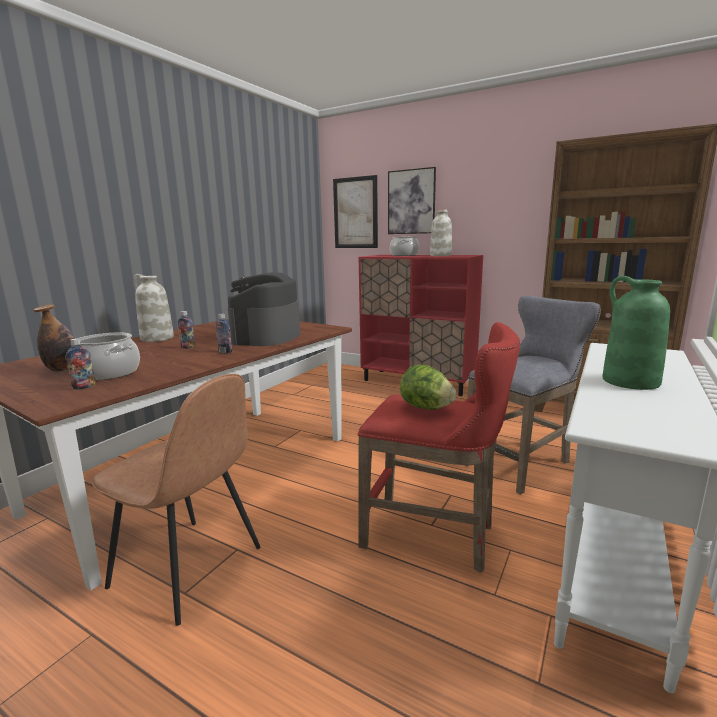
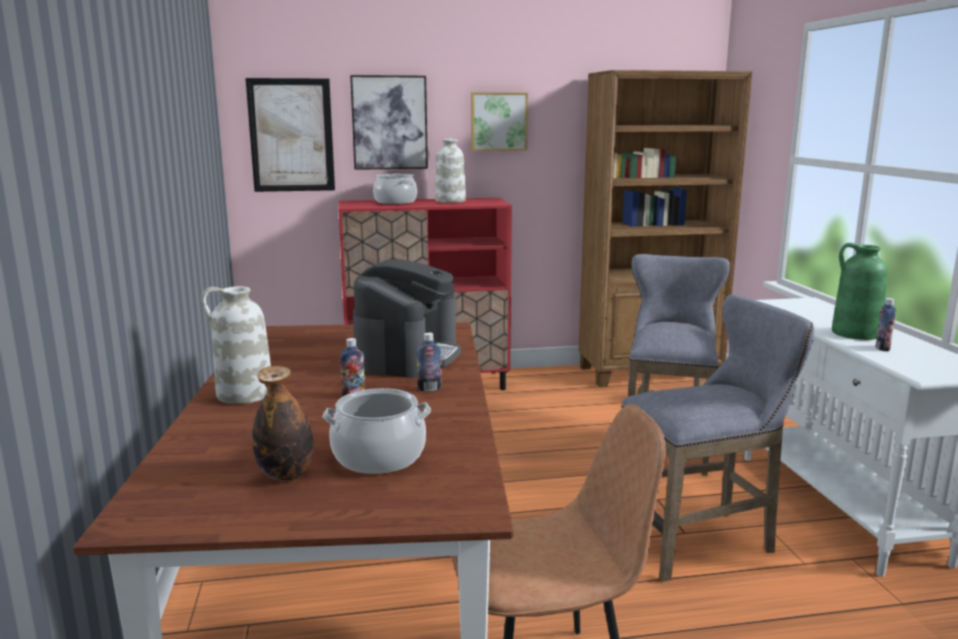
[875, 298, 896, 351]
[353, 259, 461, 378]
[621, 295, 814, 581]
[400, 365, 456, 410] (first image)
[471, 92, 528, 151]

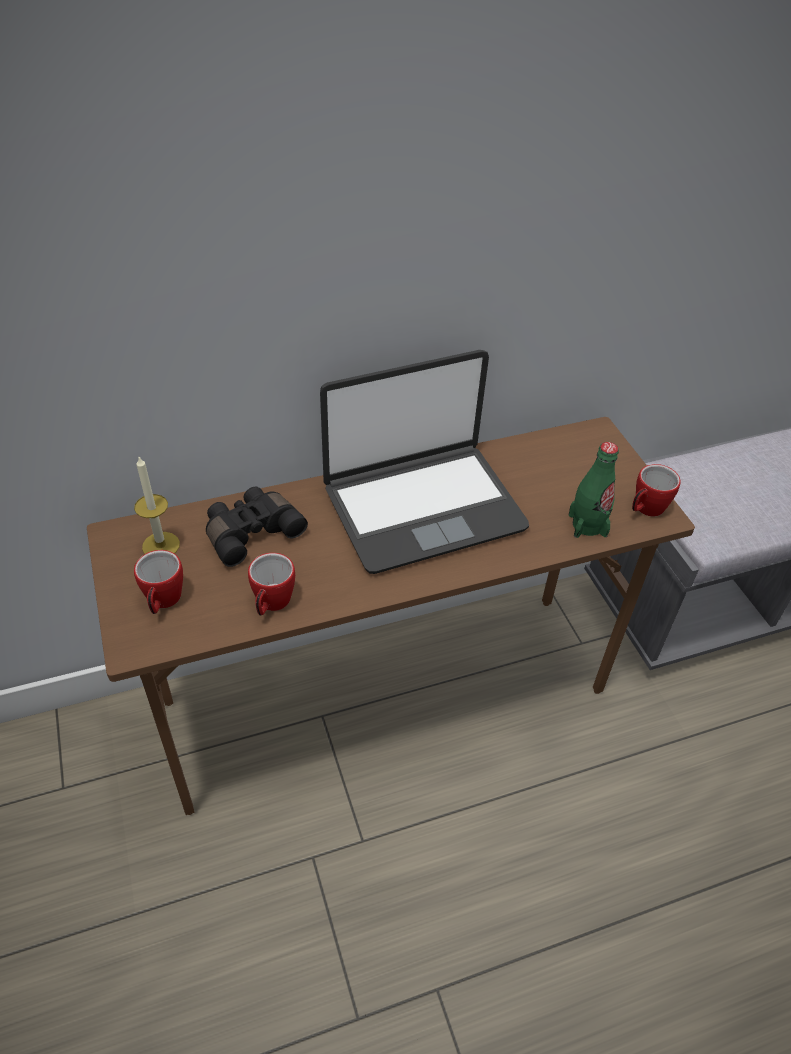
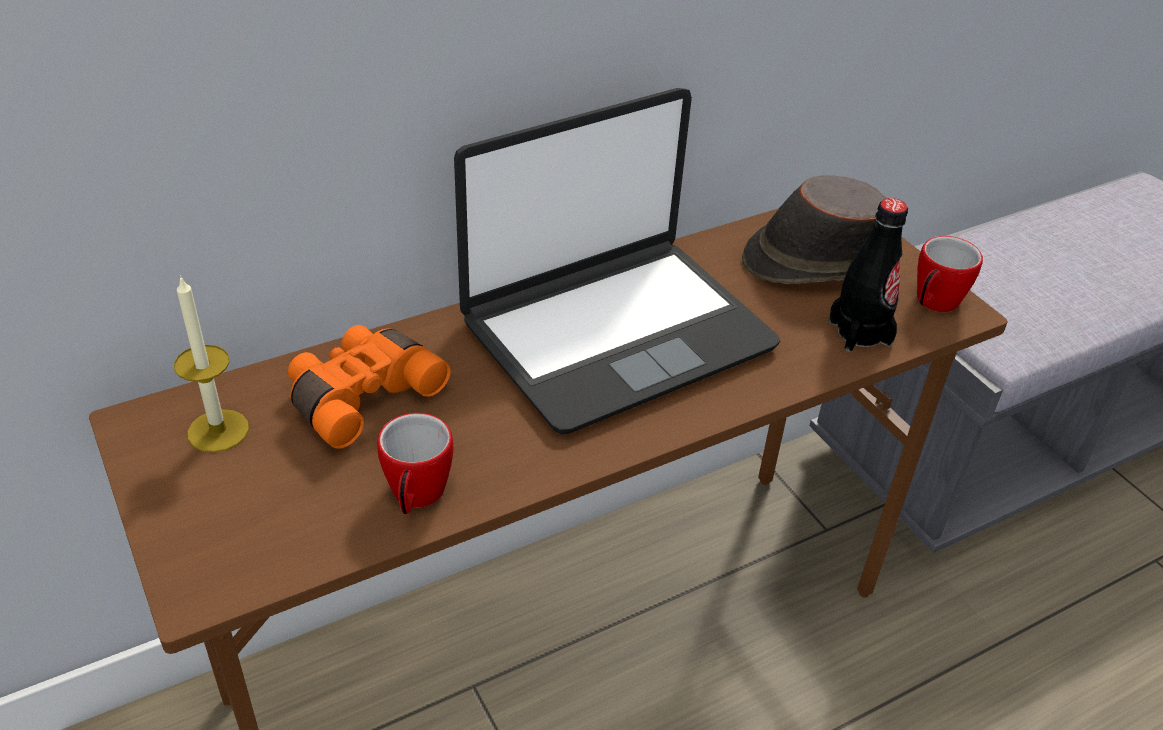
[134, 550, 183, 614] (first image)
[288, 325, 450, 449]
[828, 198, 908, 352]
[742, 175, 887, 284]

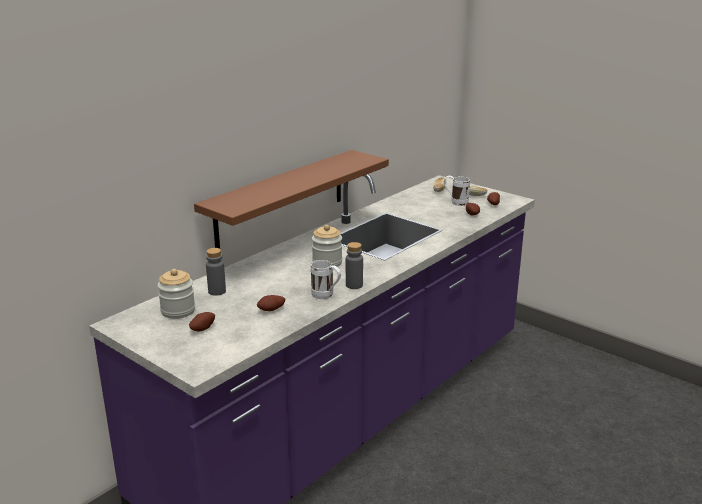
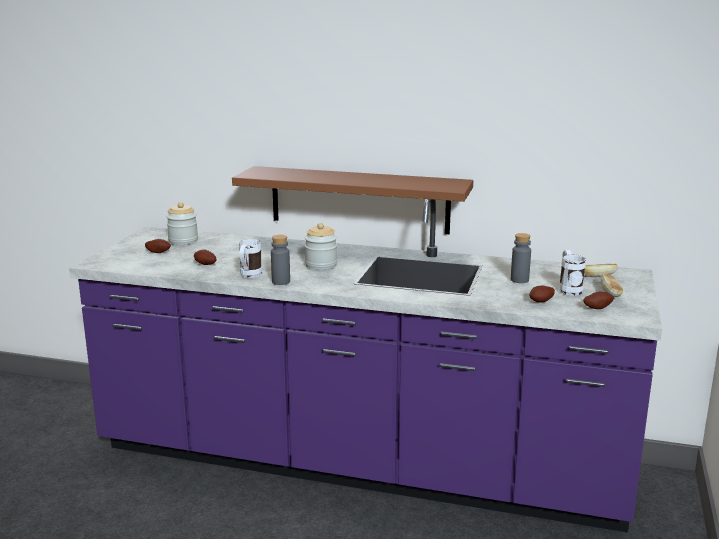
[511, 233, 531, 283]

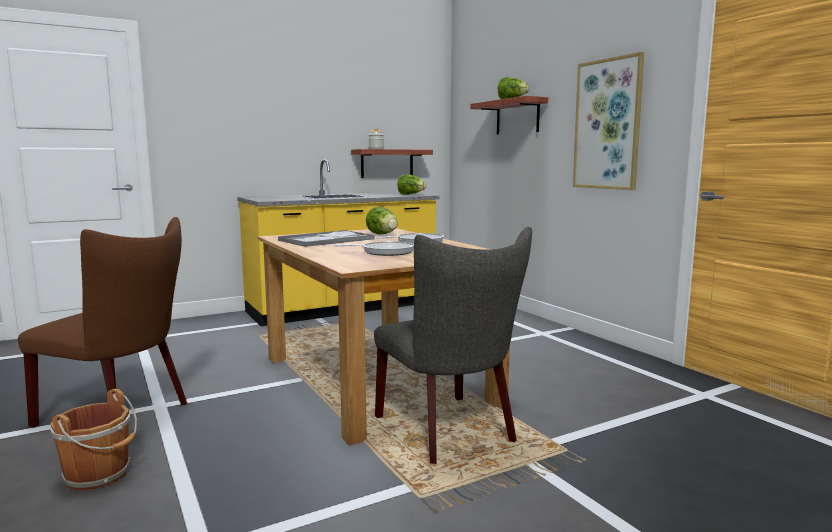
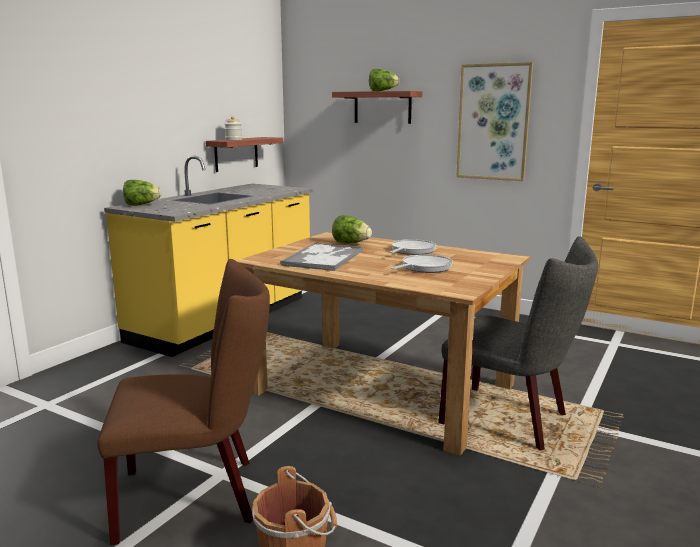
[123, 180, 162, 206]

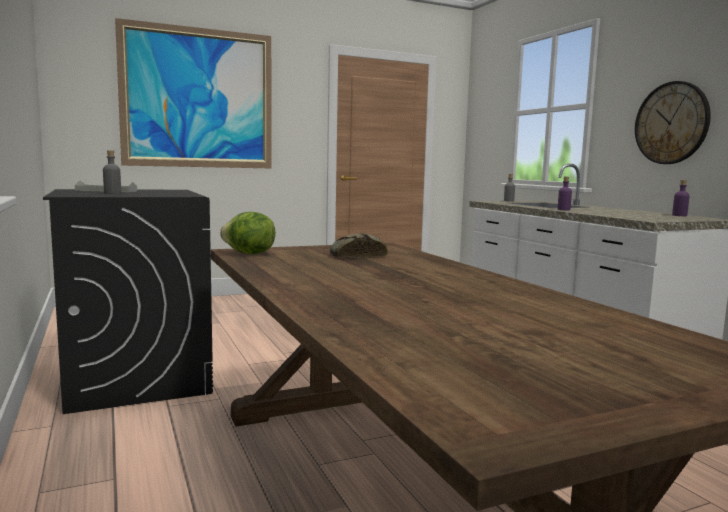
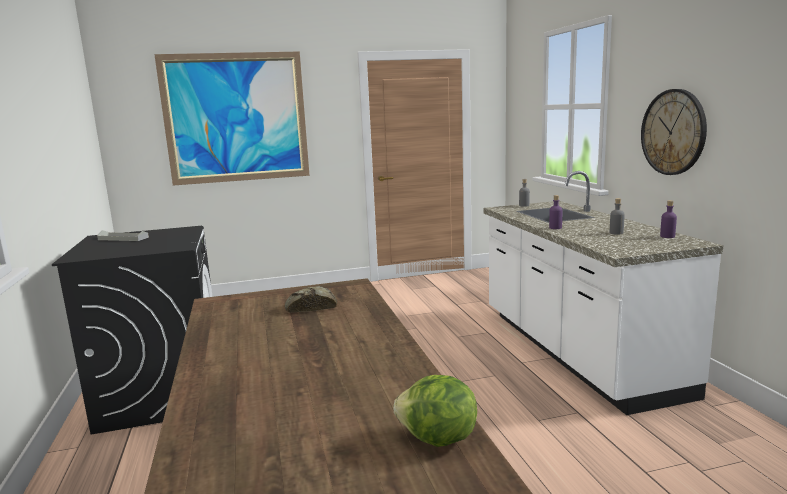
[610, 198, 625, 235]
[394, 375, 477, 447]

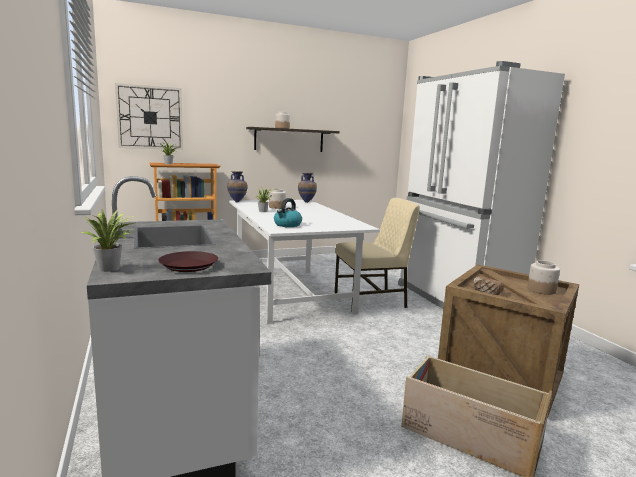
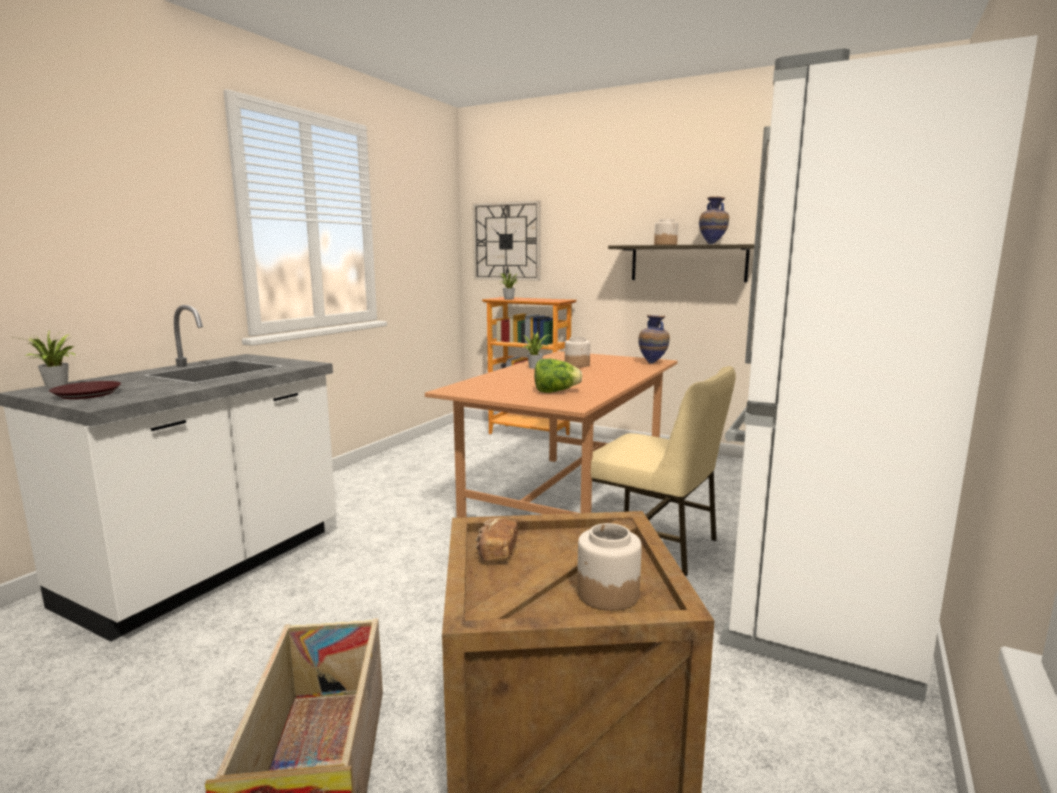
[699, 196, 729, 245]
[425, 351, 678, 518]
[274, 198, 302, 227] (first image)
[534, 359, 582, 393]

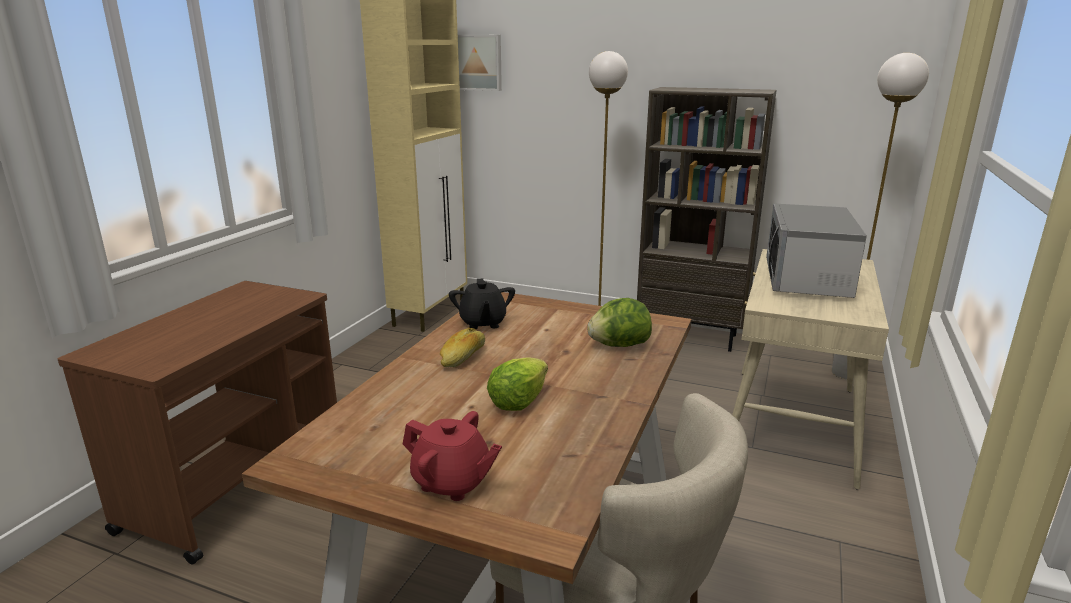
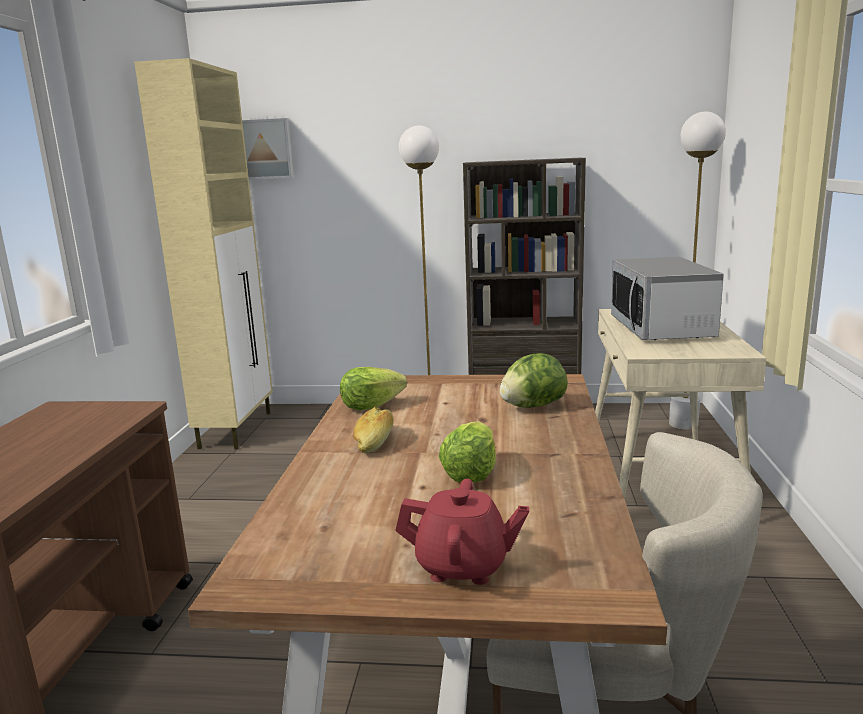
[340, 367, 407, 410]

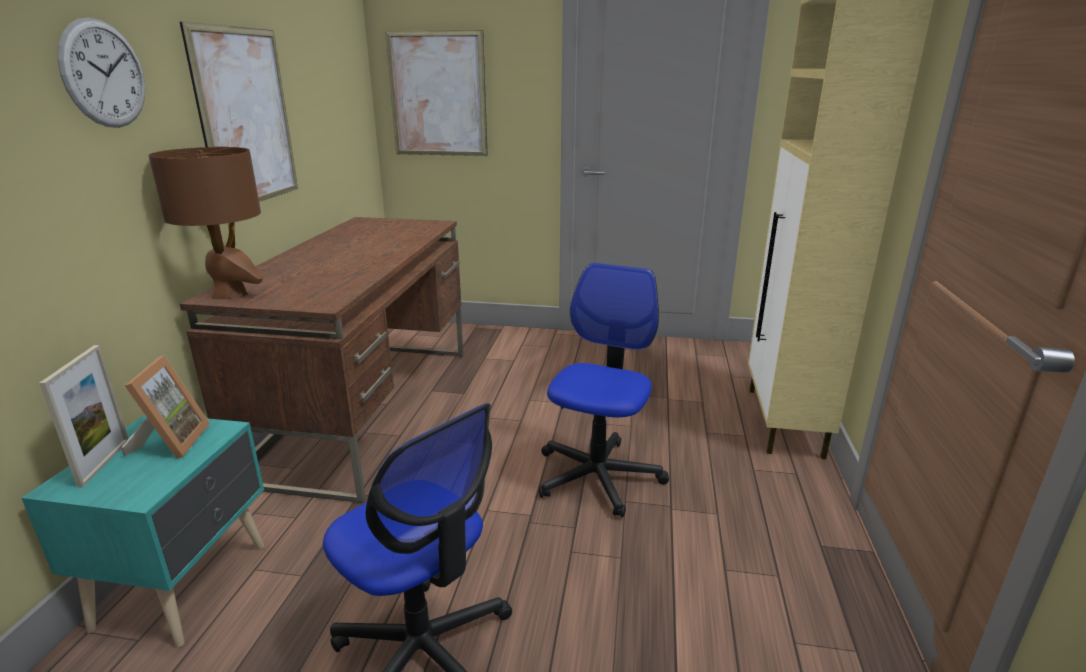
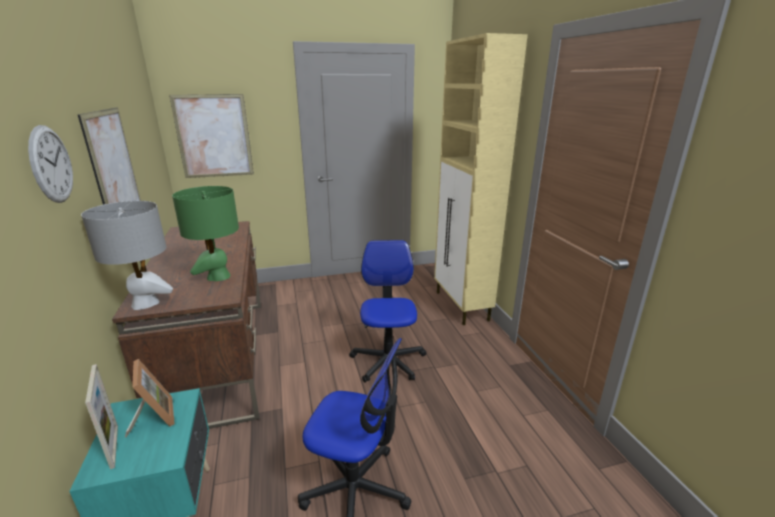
[81, 201, 173, 310]
[172, 186, 239, 281]

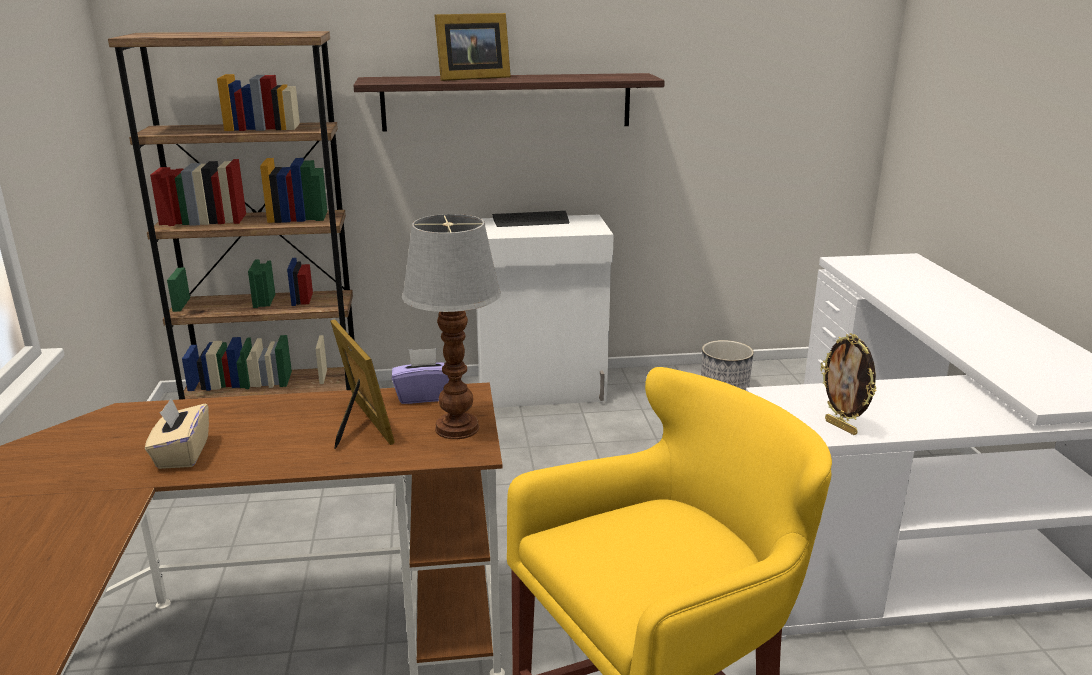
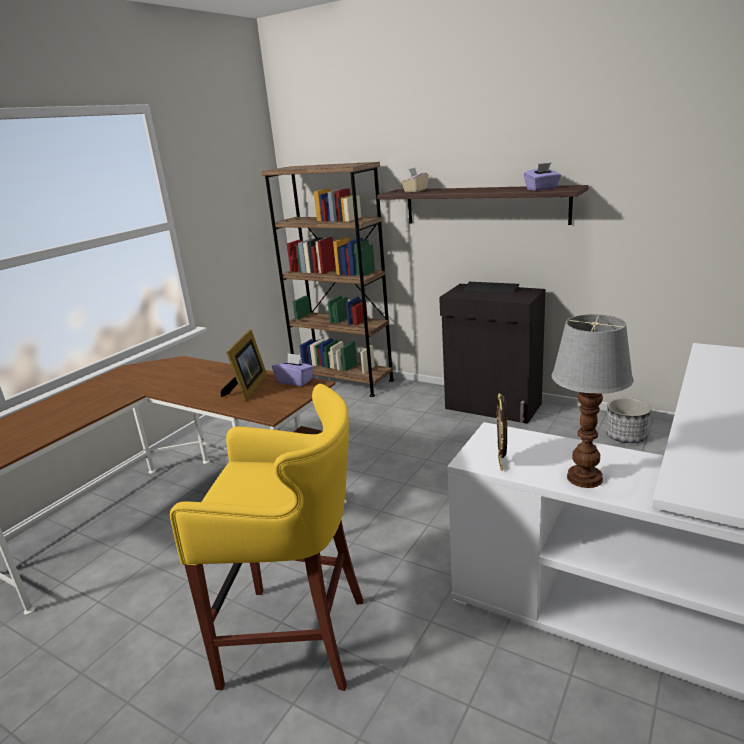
[401, 168, 429, 192]
[552, 314, 634, 488]
[434, 13, 511, 81] (first image)
[439, 284, 546, 424]
[524, 163, 561, 191]

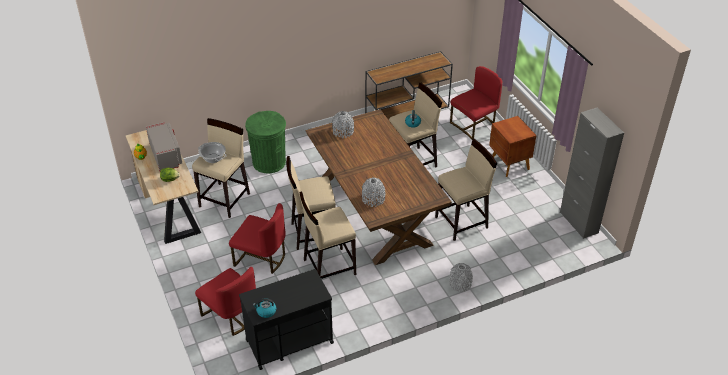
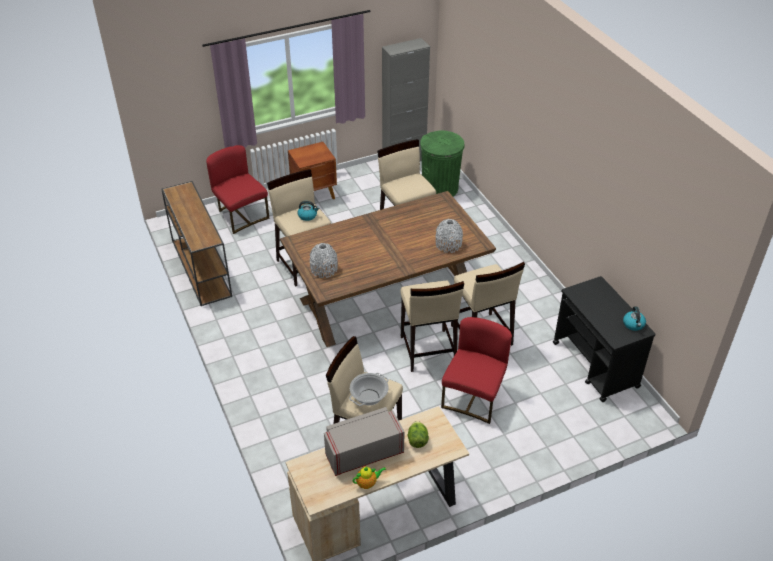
[195, 267, 256, 336] (first image)
[420, 131, 465, 196]
[449, 263, 473, 292] (first image)

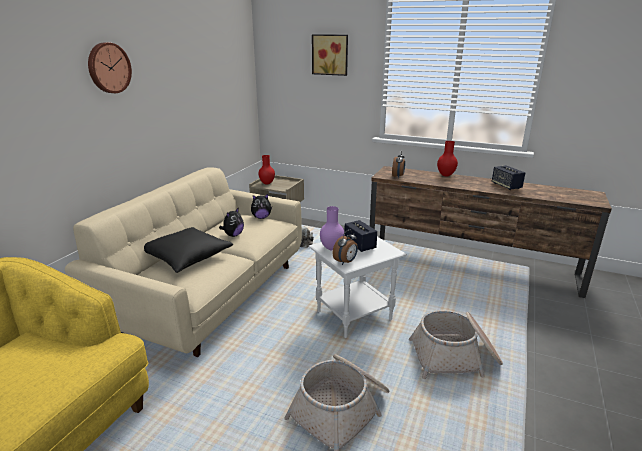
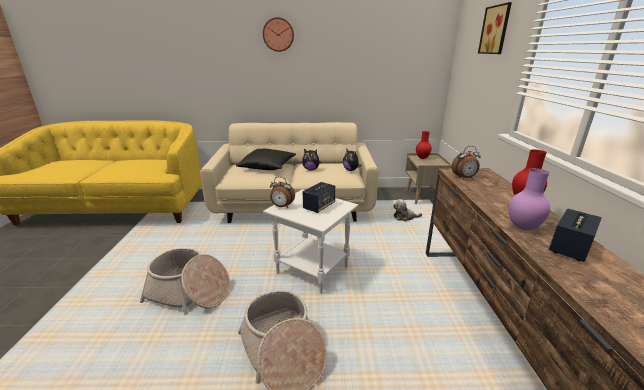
[509, 168, 550, 230]

